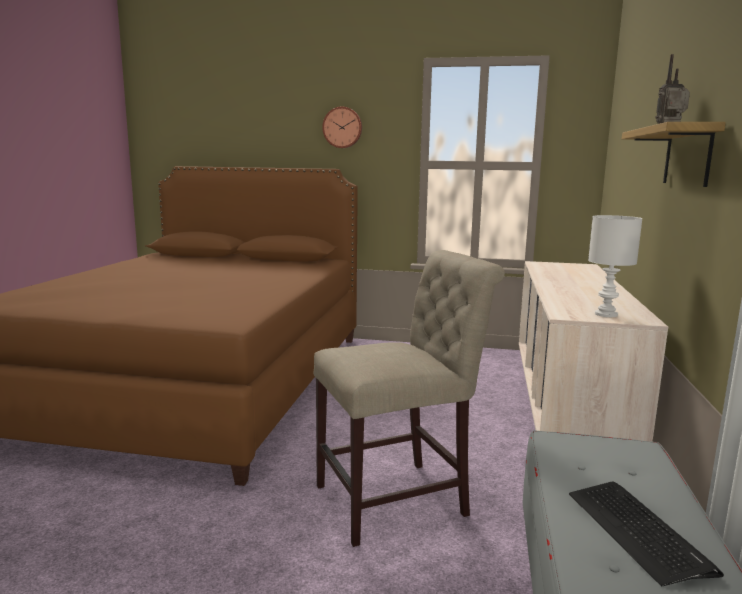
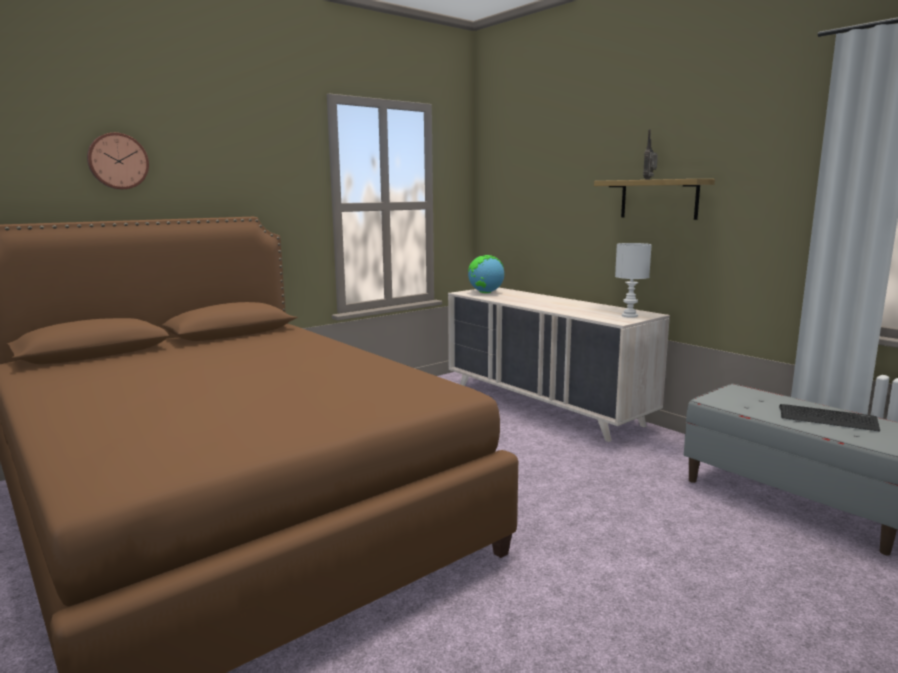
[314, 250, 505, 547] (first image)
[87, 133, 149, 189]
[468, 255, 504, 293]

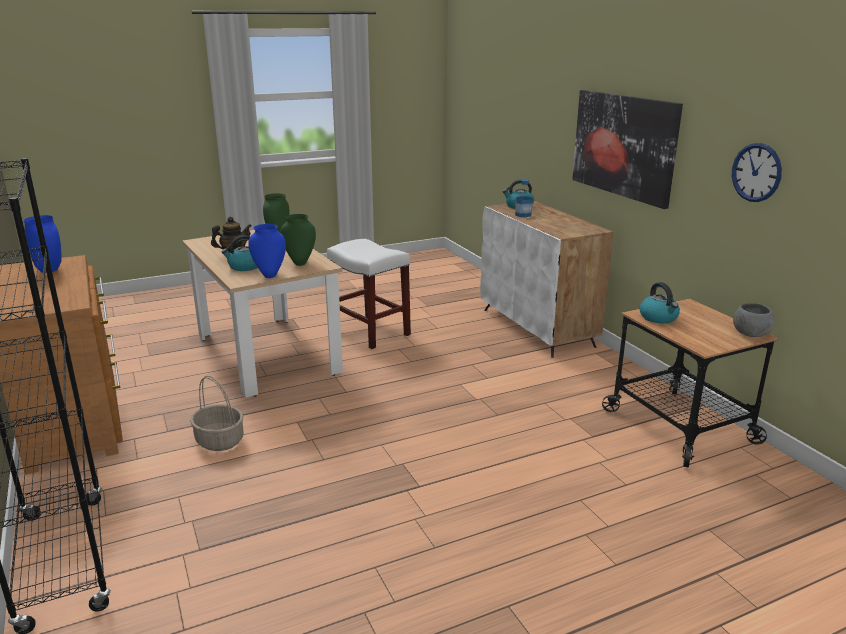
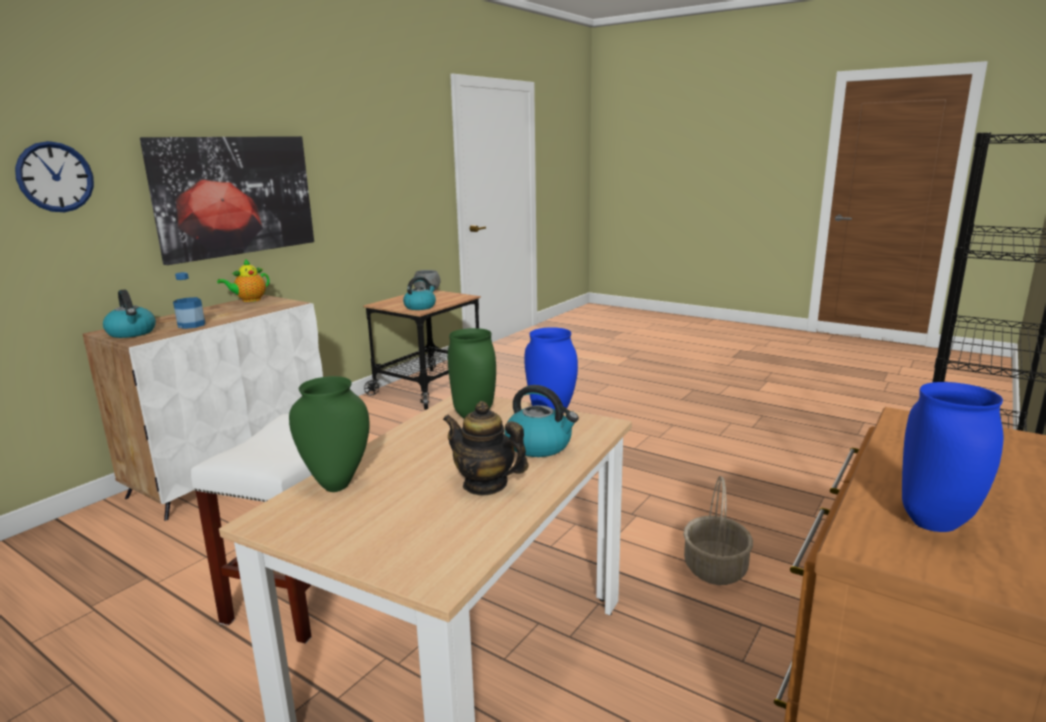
[15, 141, 94, 212]
[217, 259, 270, 302]

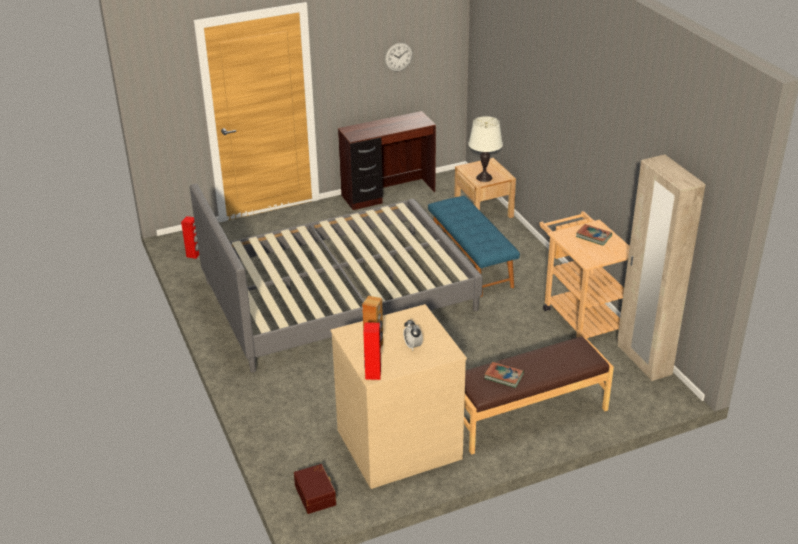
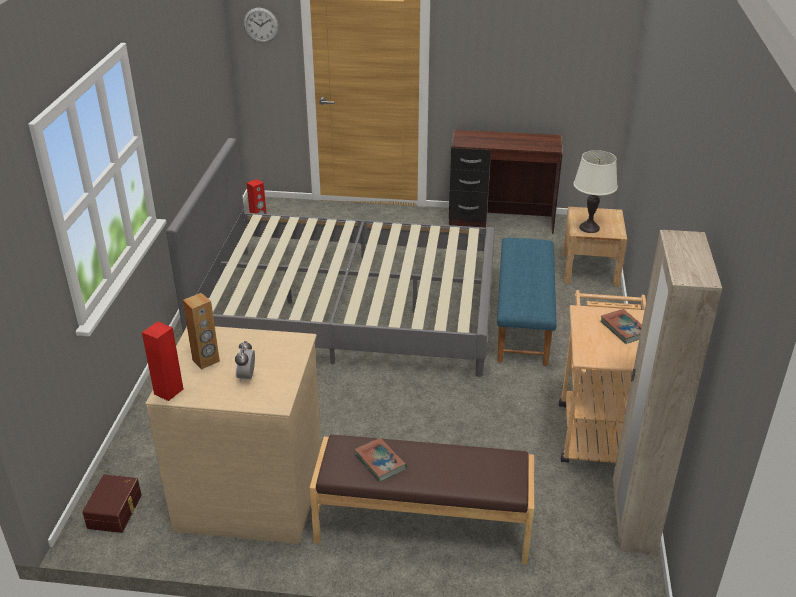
[244, 8, 279, 43]

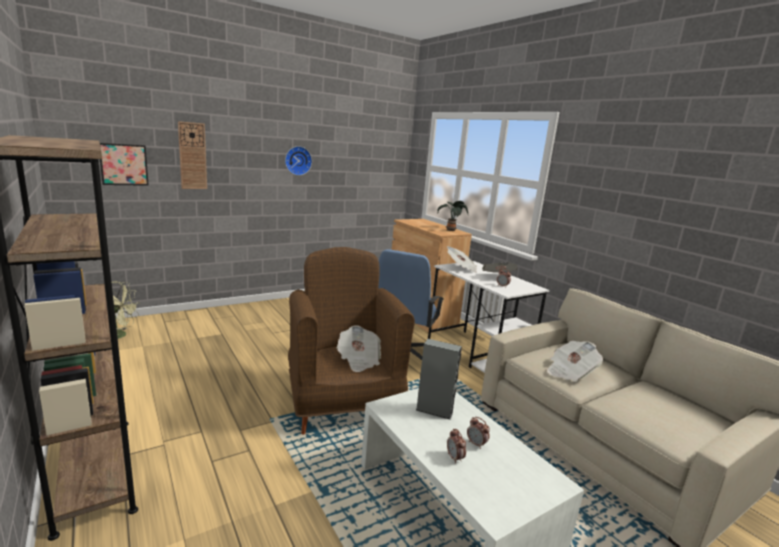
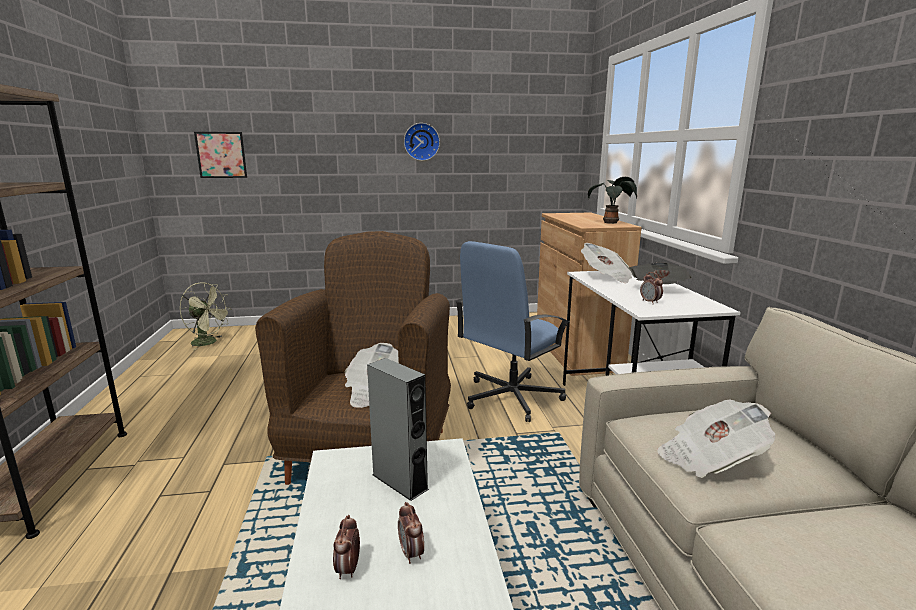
[178, 121, 207, 189] (first image)

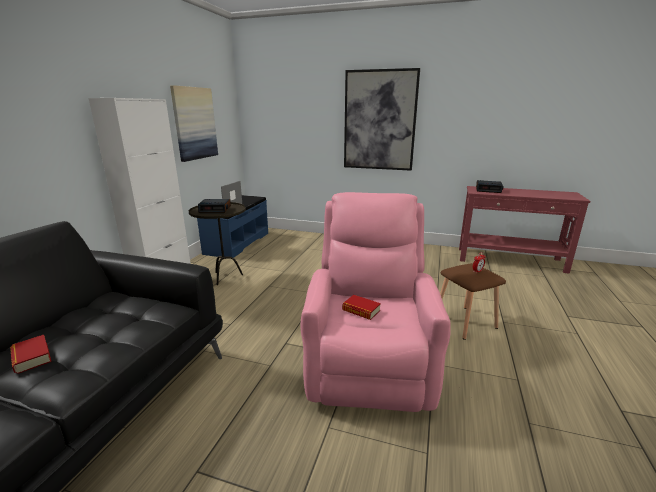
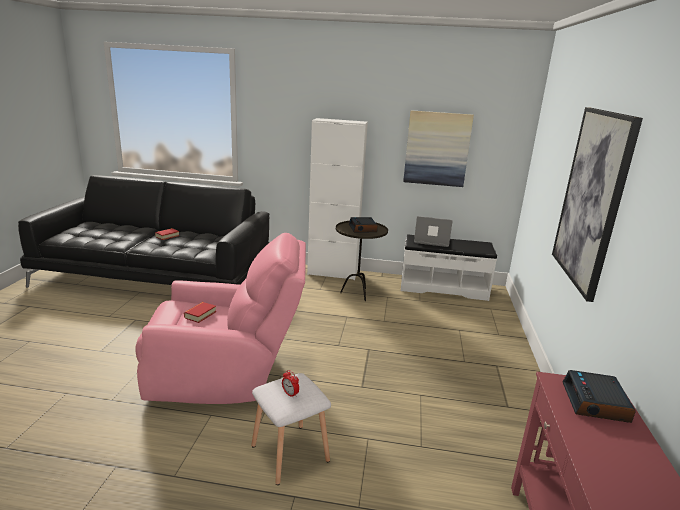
[401, 234, 497, 301]
[251, 373, 331, 485]

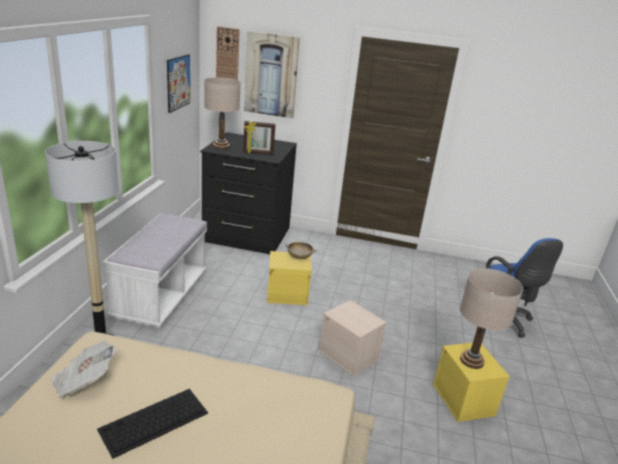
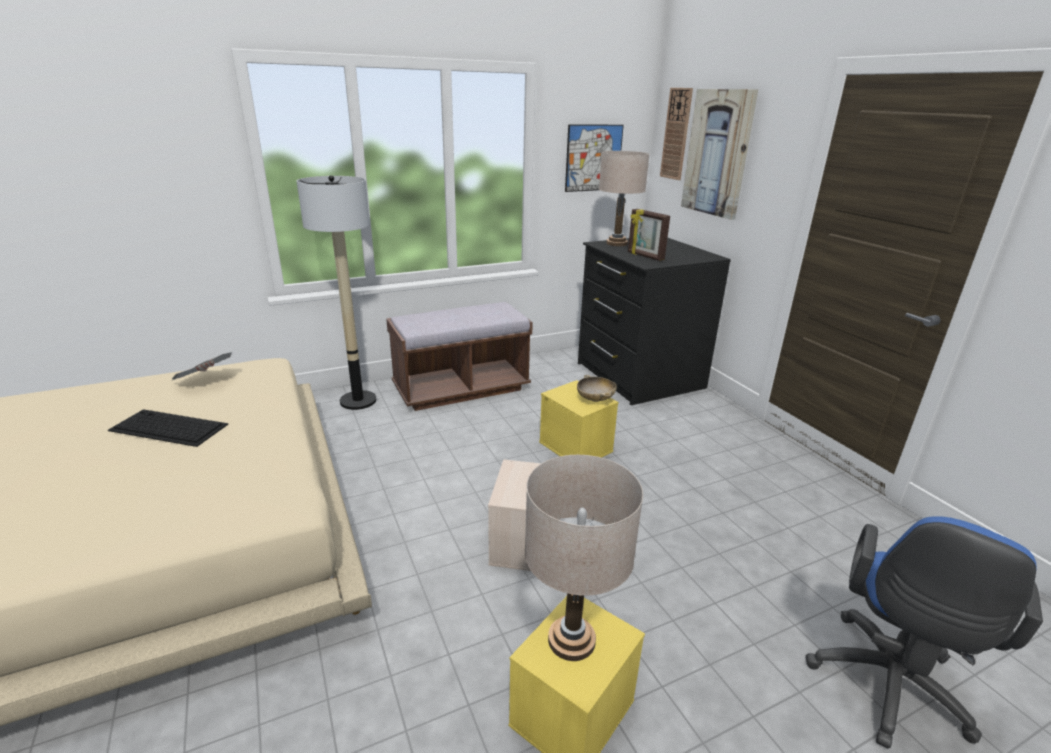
[386, 302, 533, 411]

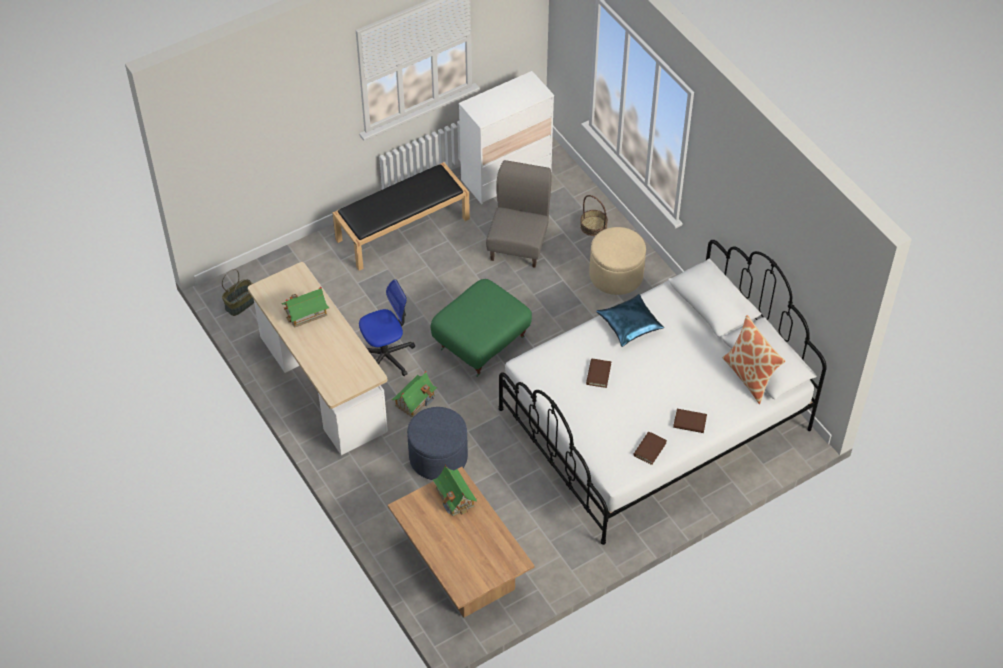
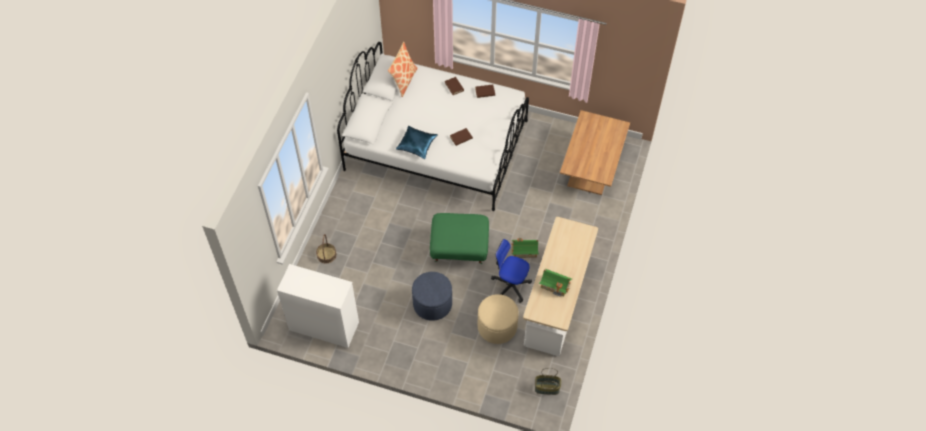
[332, 162, 470, 271] (first image)
[412, 272, 452, 321]
[433, 464, 477, 516] (first image)
[486, 160, 552, 268] (first image)
[478, 294, 519, 344]

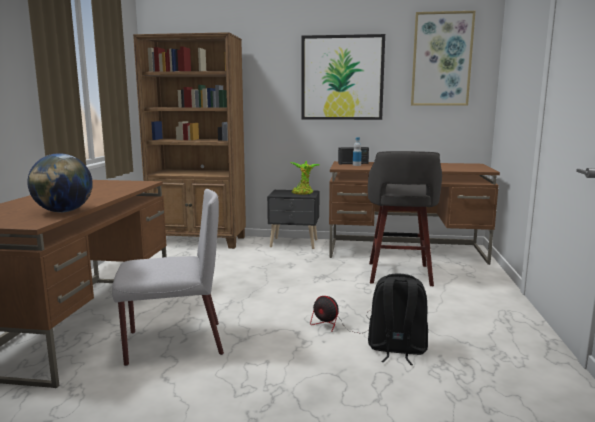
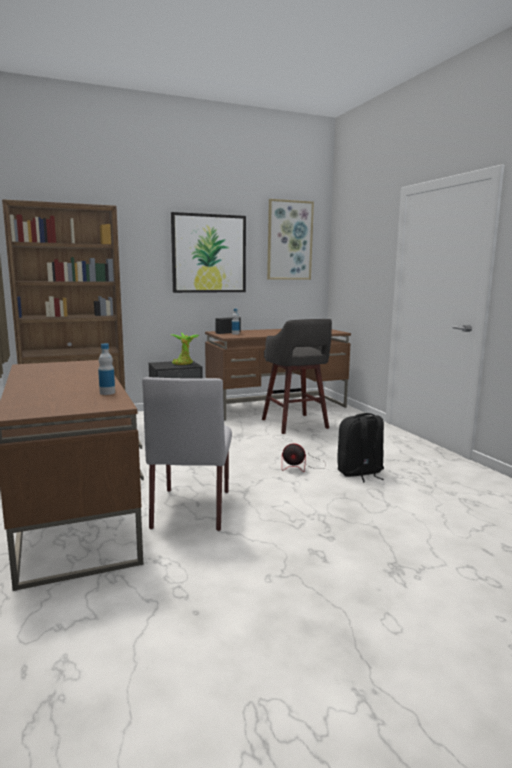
[98, 344, 115, 395]
[142, 377, 232, 531]

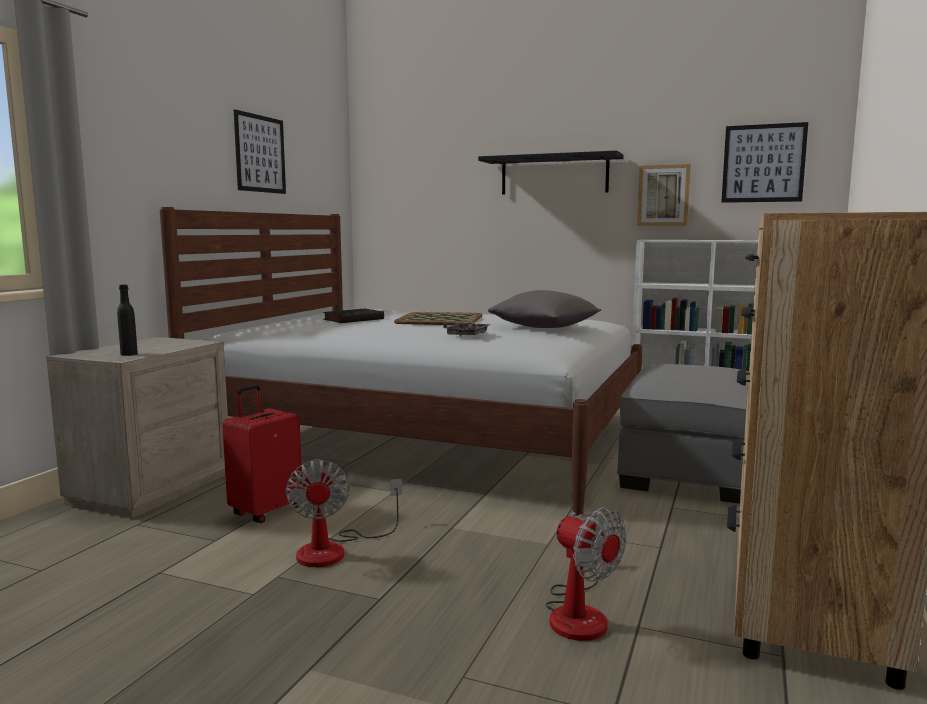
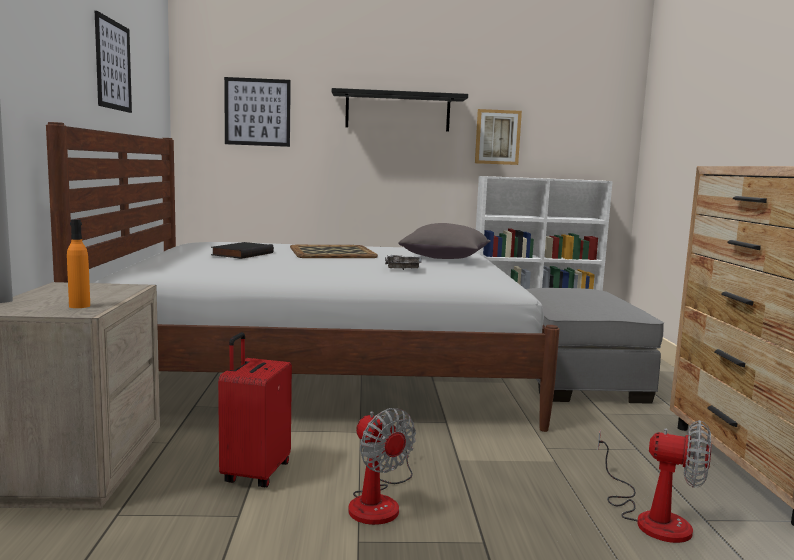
[67, 219, 90, 308]
[224, 77, 291, 147]

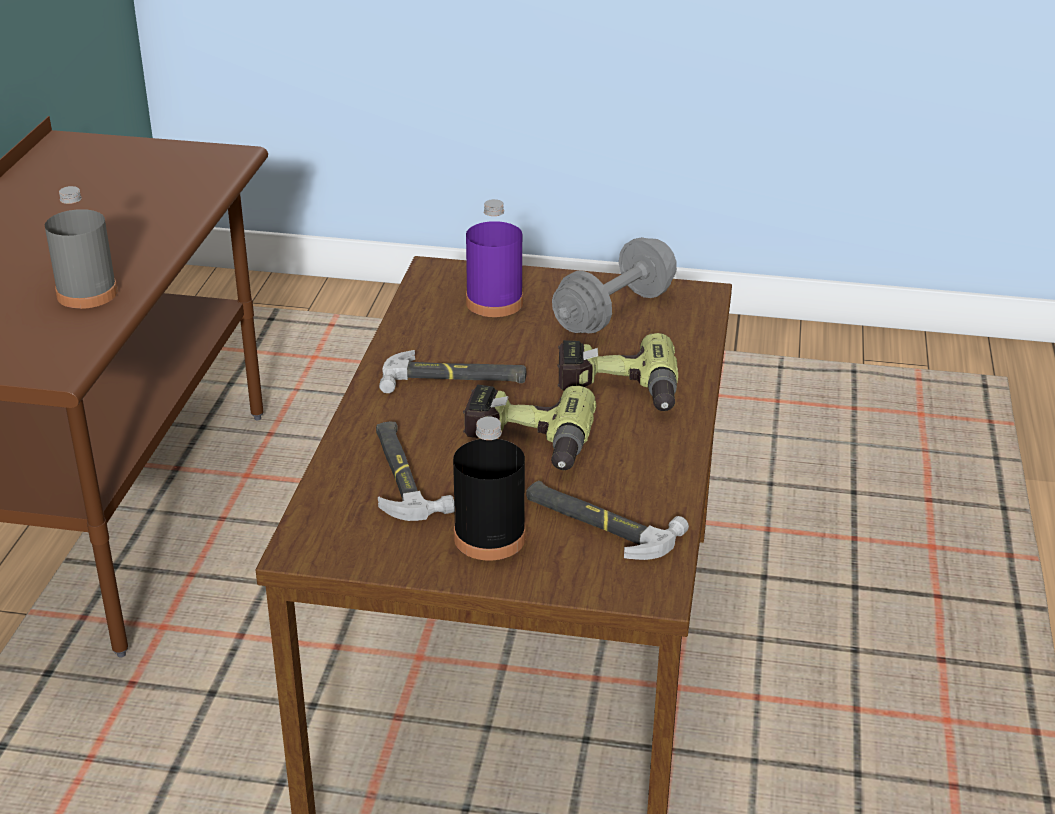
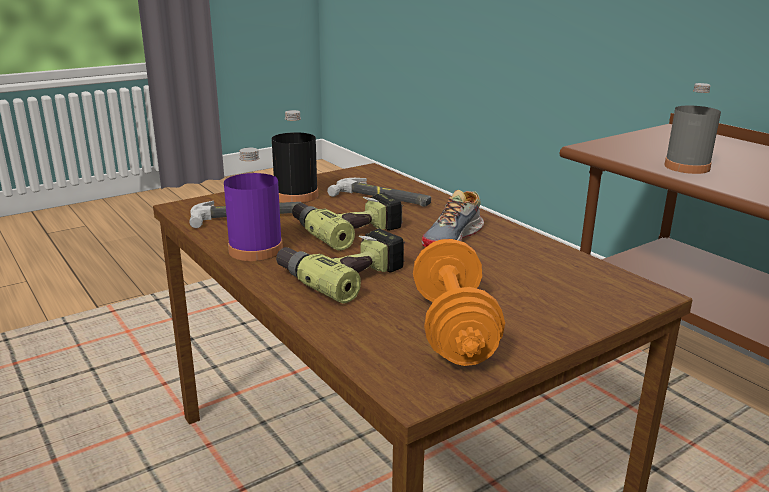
[422, 190, 484, 247]
[224, 148, 283, 261]
[413, 239, 505, 366]

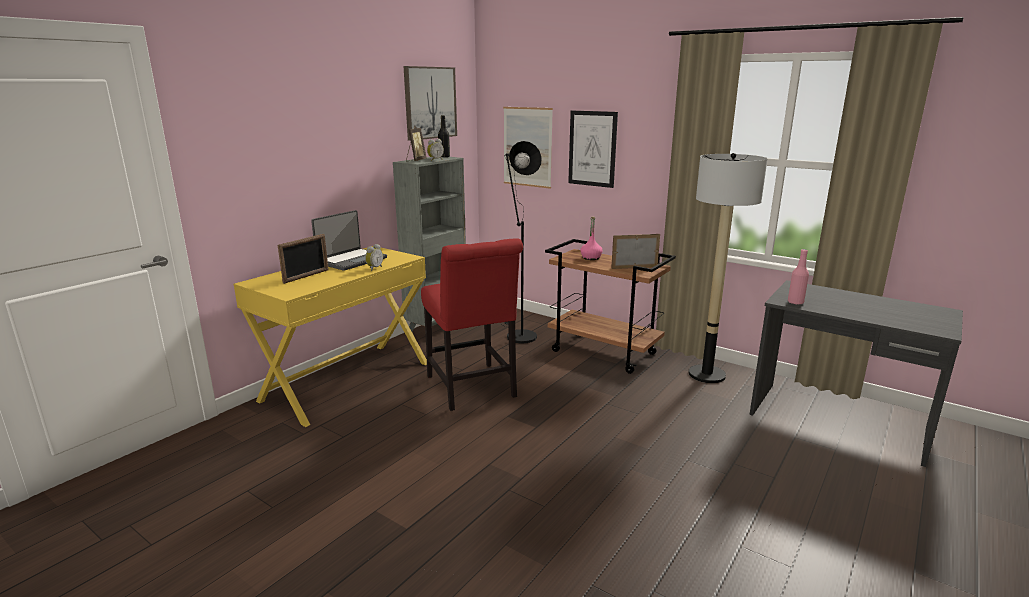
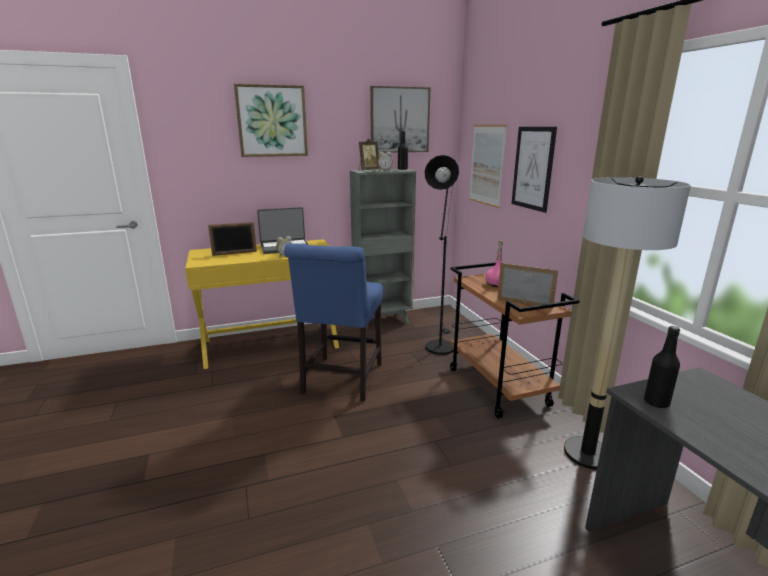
[284, 243, 383, 401]
[644, 326, 680, 408]
[234, 84, 308, 157]

